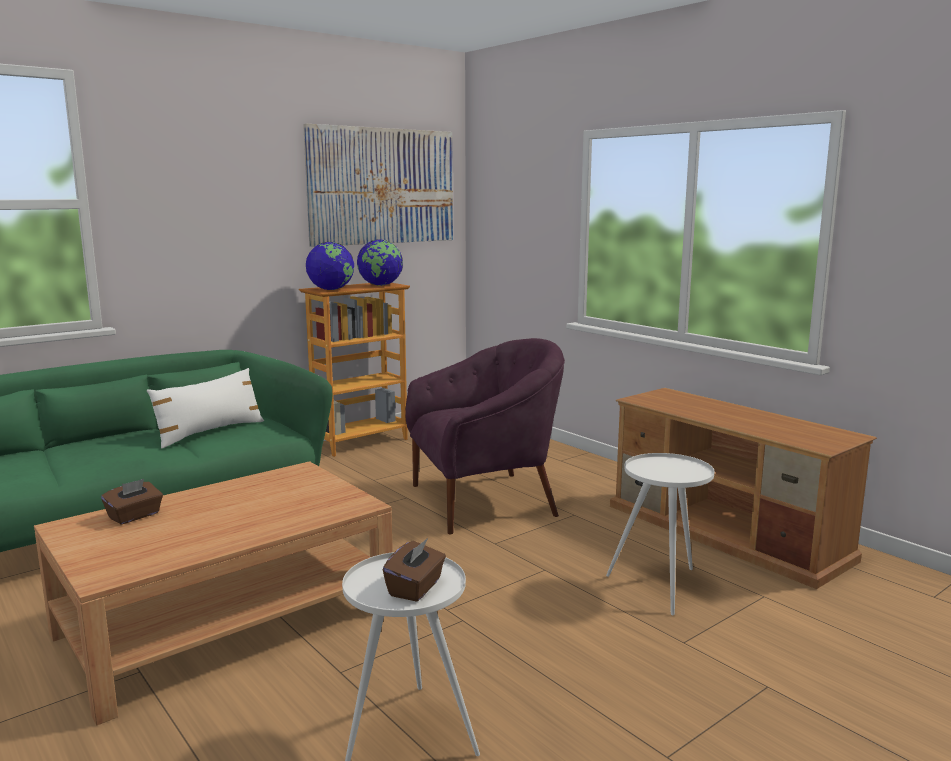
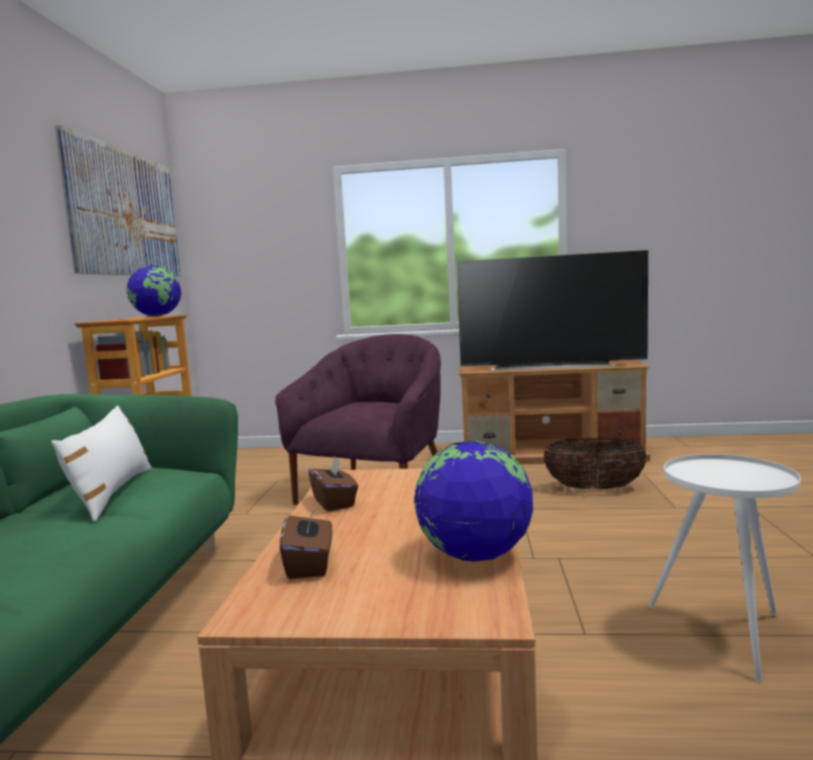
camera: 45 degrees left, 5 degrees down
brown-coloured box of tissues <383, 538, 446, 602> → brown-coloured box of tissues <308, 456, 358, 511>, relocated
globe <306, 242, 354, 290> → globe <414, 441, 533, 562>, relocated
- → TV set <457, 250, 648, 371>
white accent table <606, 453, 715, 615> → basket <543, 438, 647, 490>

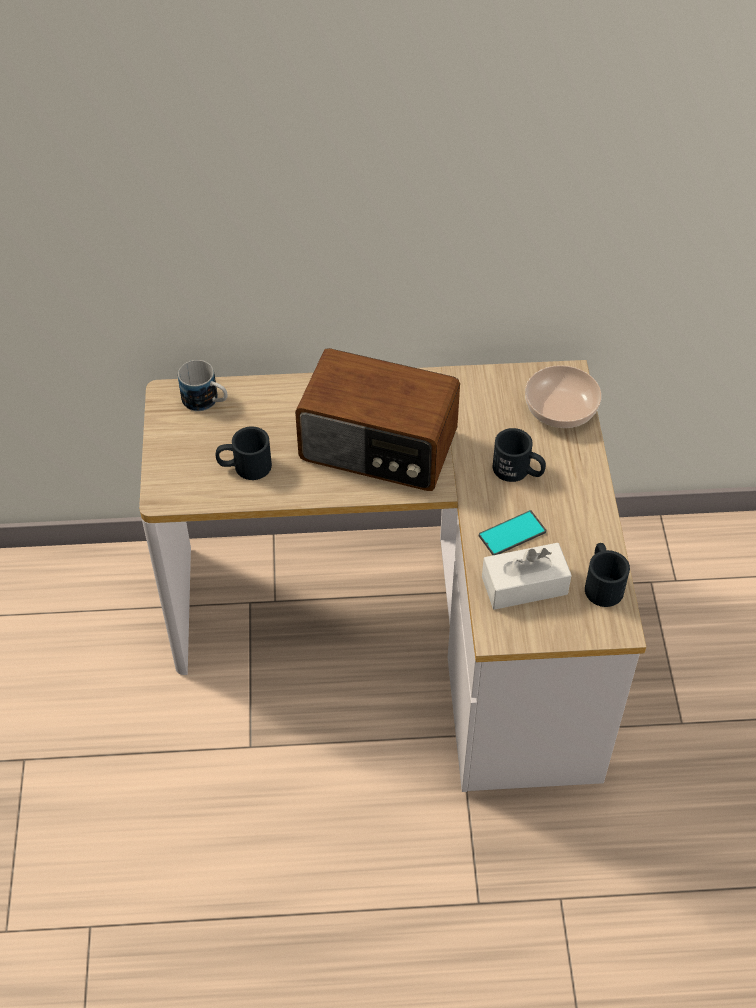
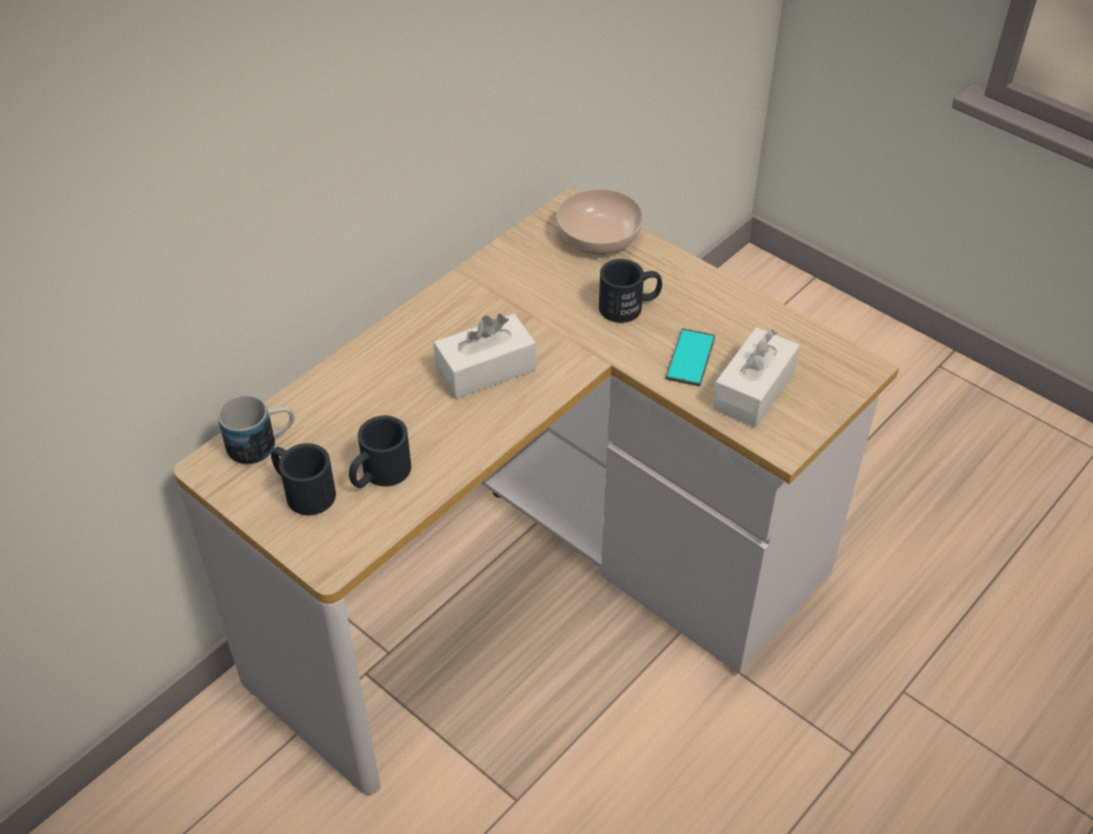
camera: 45 degrees left, 5 degrees down
black-coloured mug <585, 543, 630, 607> → black-coloured mug <271, 443, 336, 515>, relocated
radio receiver <295, 348, 460, 491> → white box of tissues <434, 314, 536, 399>

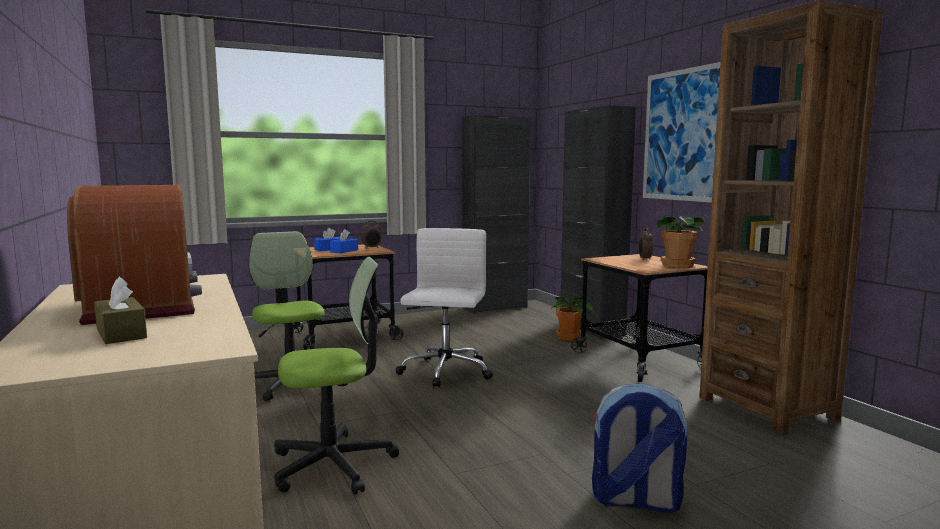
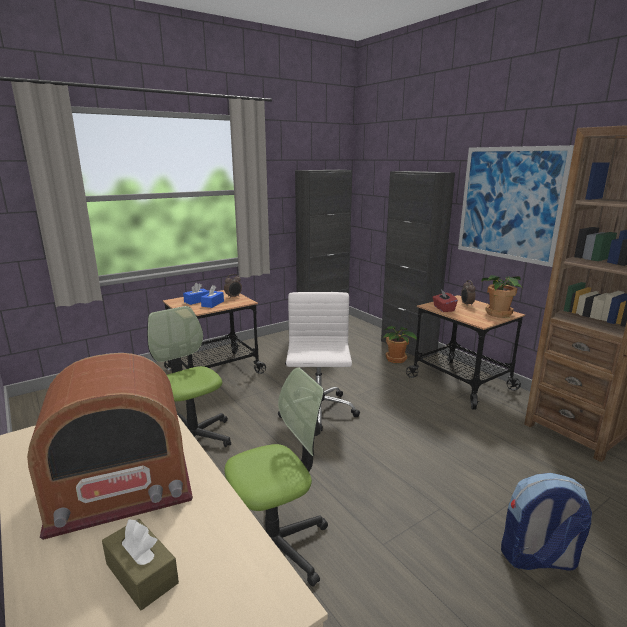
camera: 10 degrees left, 10 degrees up
radio receiver <67, 185, 202, 325> → radio receiver <27, 353, 193, 540>, 105 degrees clockwise
- → reddish box of tissues <432, 290, 458, 312>

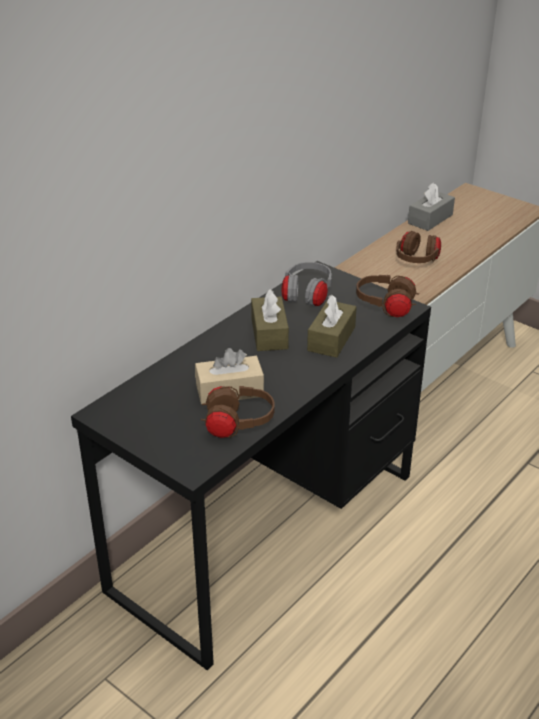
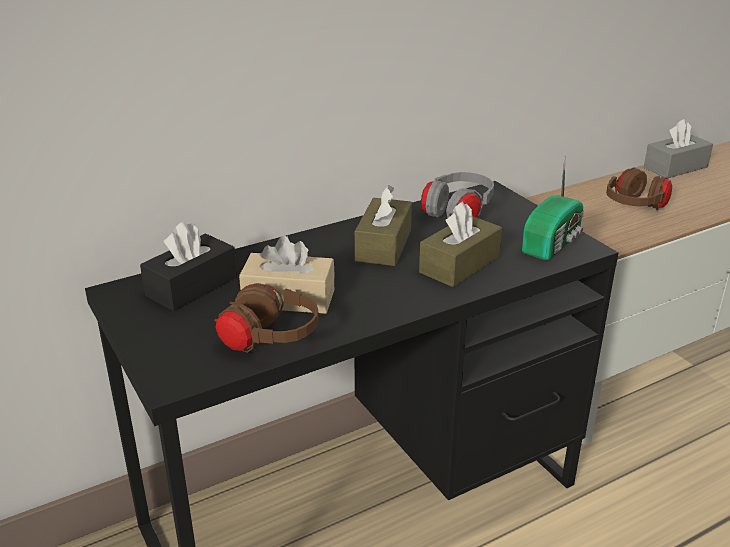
camera: 20 degrees right, 5 degrees down
- → black-coloured box of tissues <140, 221, 237, 311>
brown-coloured headphones <356, 275, 419, 317> → radio receiver <522, 157, 584, 260>

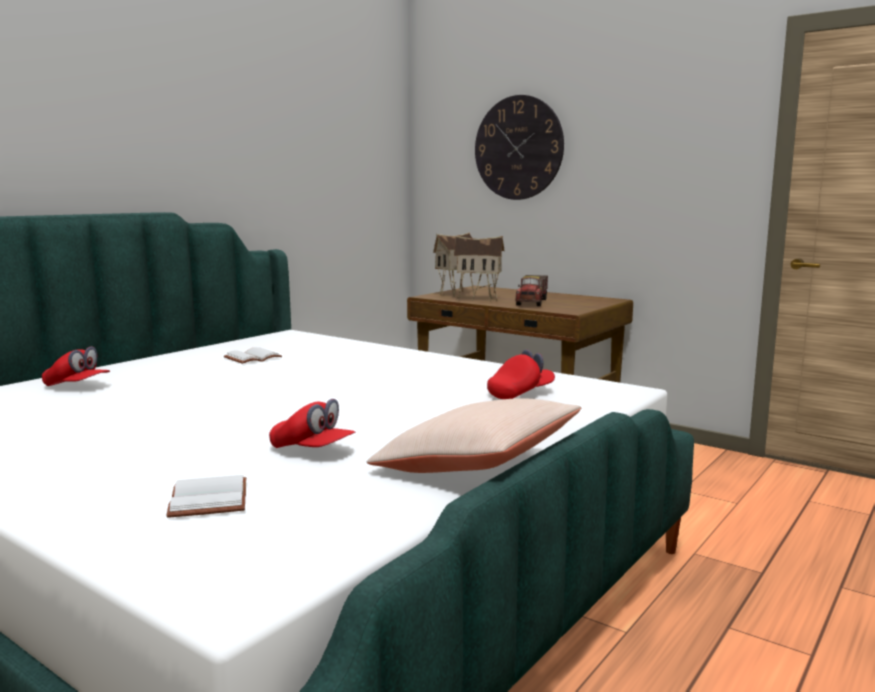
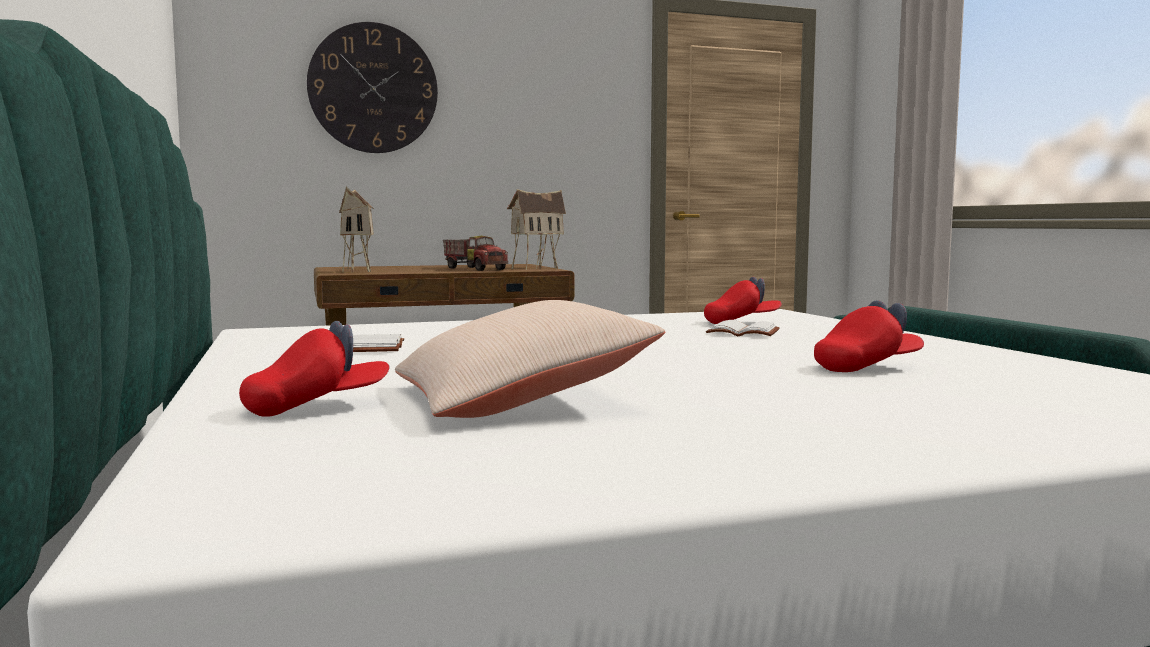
camera: 55 degrees left, 5 degrees down
beige-coloured throw pillow <367, 398, 581, 473> → beige-coloured throw pillow <395, 300, 665, 418>, relocated
toy house <454, 236, 505, 302> → toy house <507, 189, 566, 270>, relocated
reddish cap <487, 350, 555, 399> → reddish cap <704, 277, 782, 324>, 75 degrees clockwise
white book <166, 475, 246, 518> → white book <706, 320, 780, 336>, relocated

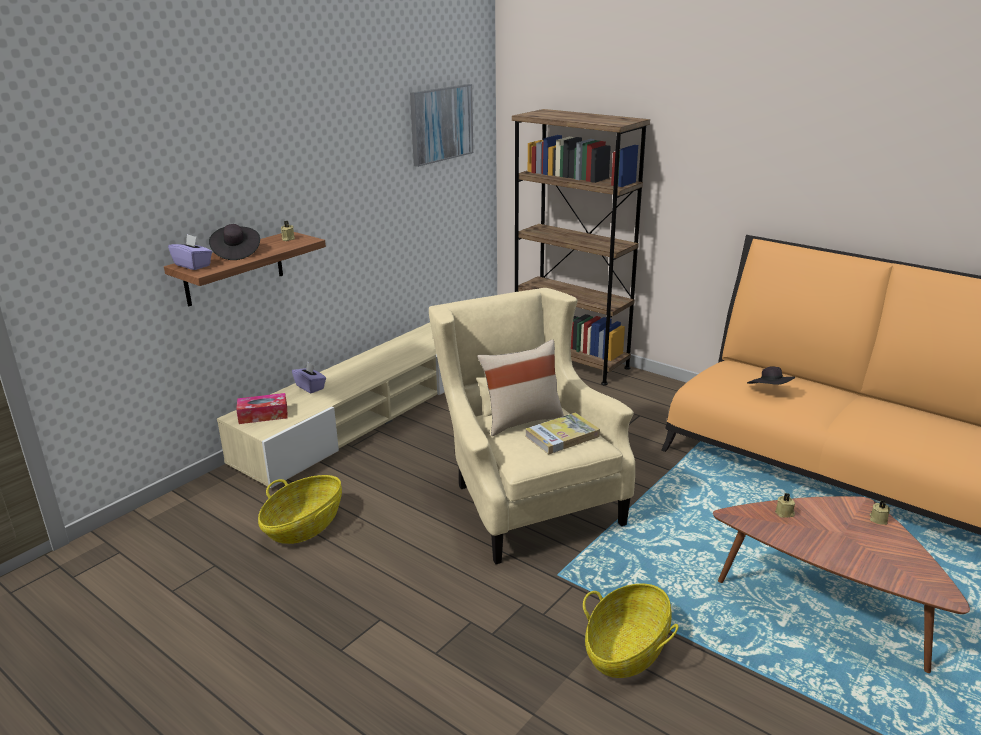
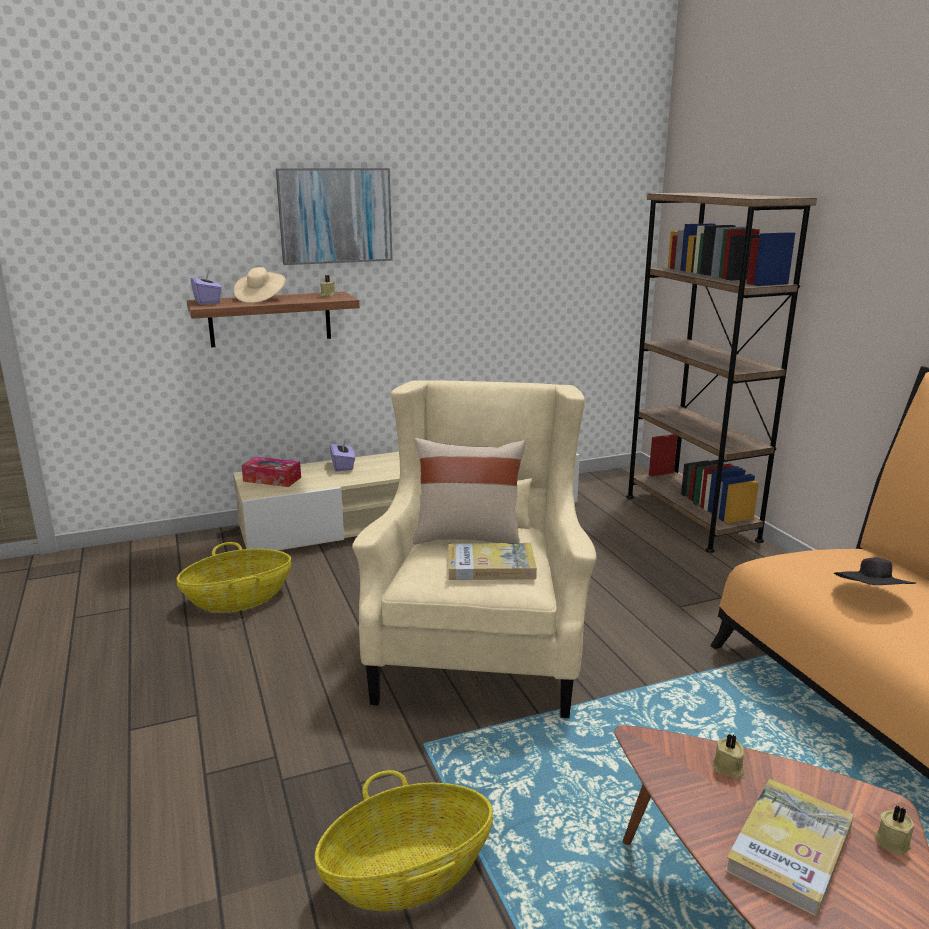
camera: 30 degrees right, 5 degrees down
black-coloured wearable hat <209, 224, 260, 260> → beige-coloured wearable hat <234, 267, 286, 303>
wall picture <410, 84, 473, 167> → wall picture <276, 168, 393, 265>, relocated
- → book <725, 779, 854, 917>

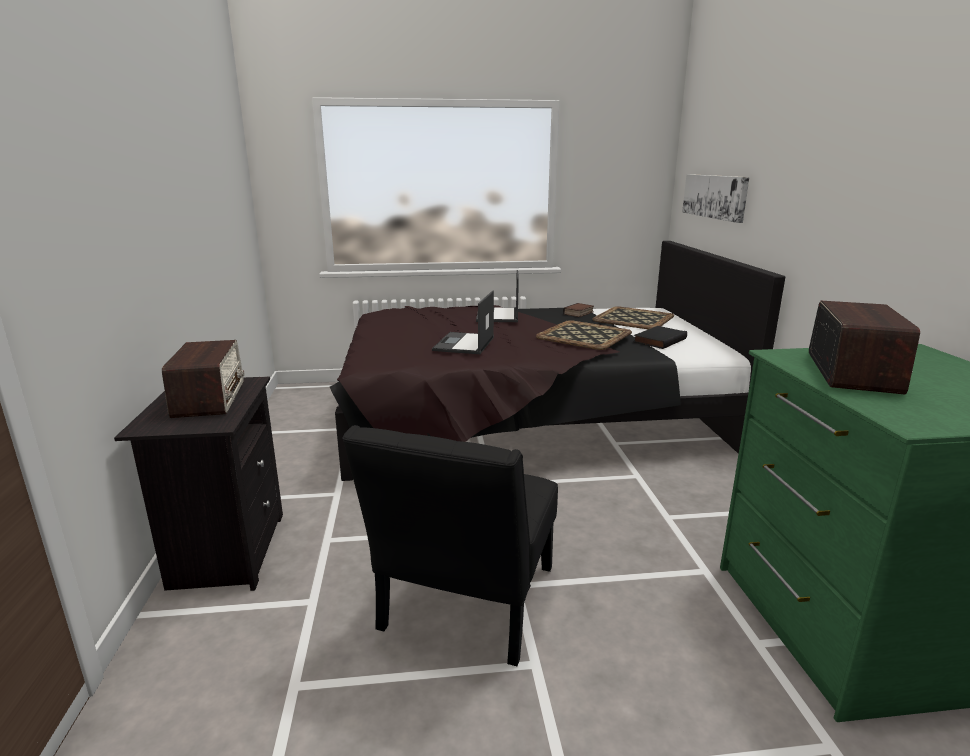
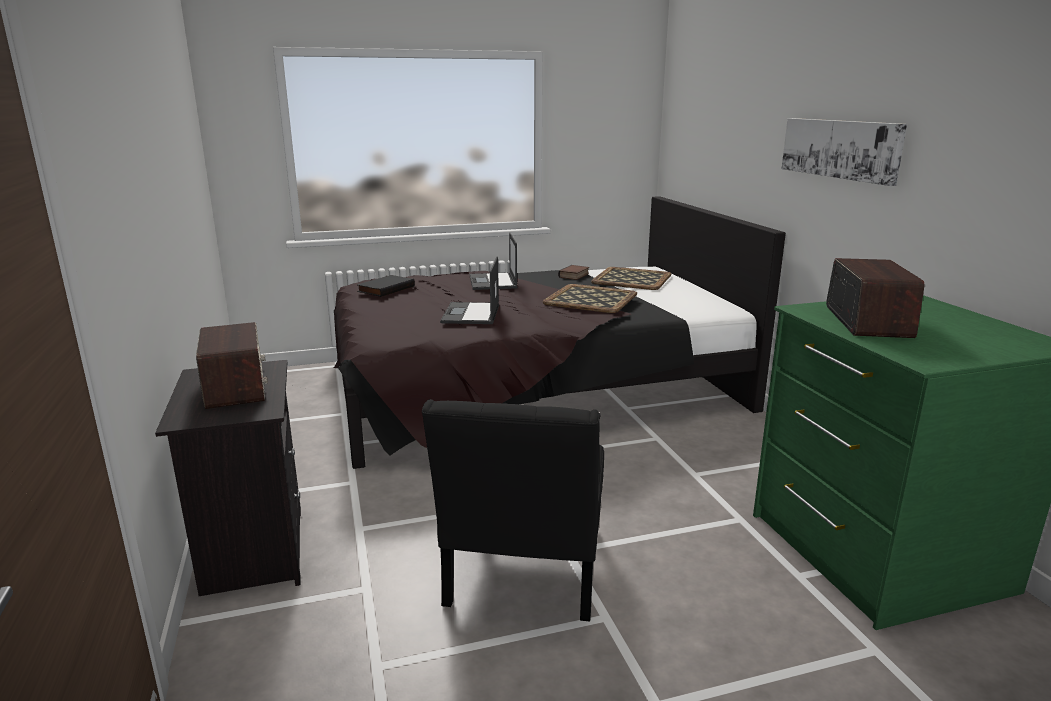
camera: 10 degrees left, 0 degrees up
black-coloured book <633, 326, 687, 349> → black-coloured book <357, 275, 415, 297>, relocated
wall picture <682, 174, 749, 223> → wall picture <782, 118, 907, 186>, relocated

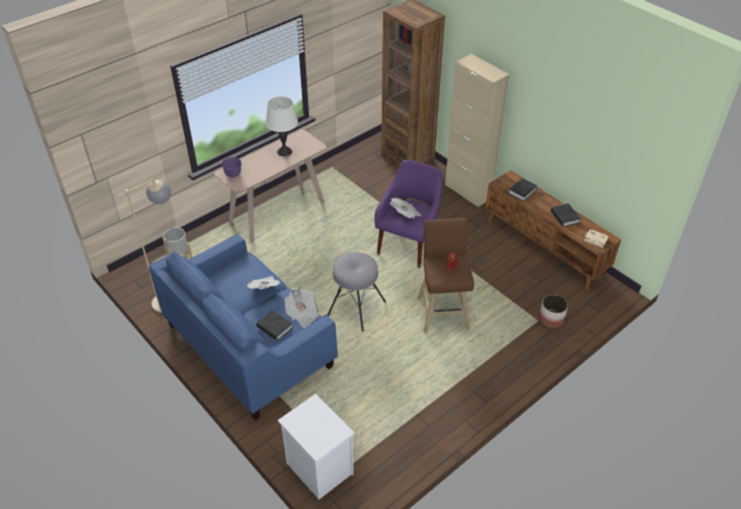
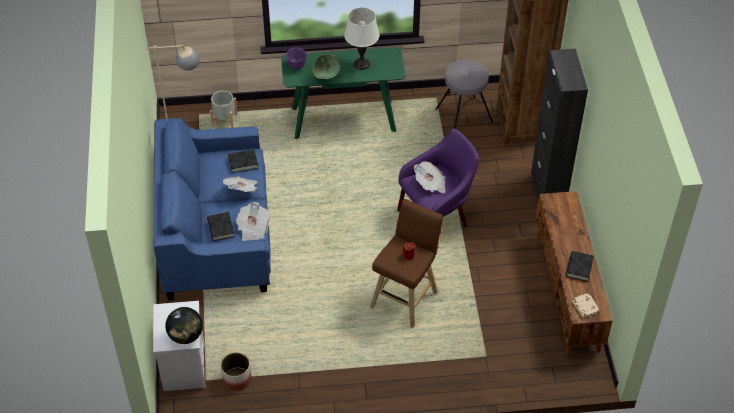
camera: 35 degrees right, 5 degrees up
- → globe <165, 307, 203, 344>
planter <539, 294, 568, 328> → planter <221, 353, 252, 390>, relocated
black-coloured book <508, 178, 538, 201> → black-coloured book <228, 150, 258, 173>, relocated
beige-coloured narrow table <214, 130, 326, 242> → green narrow table <281, 47, 406, 139>
- → green serving bowl <313, 54, 340, 79>
greyish stool <327, 252, 386, 332> → greyish stool <436, 60, 493, 129>, relocated
beige-coloured storage cabinet <445, 54, 510, 207> → black-coloured storage cabinet <531, 49, 588, 200>

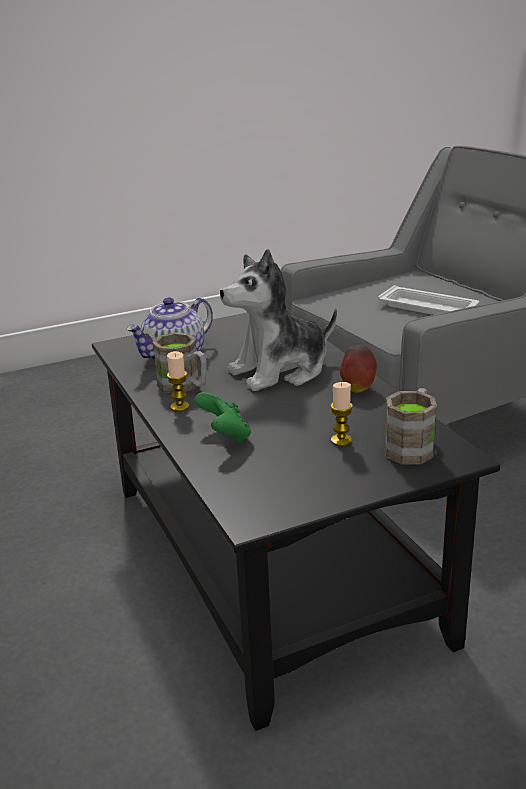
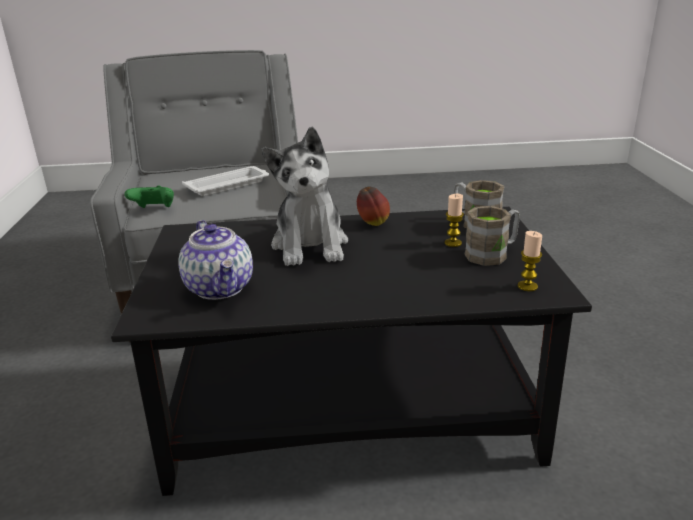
camera: 70 degrees left, 0 degrees up
green gamepad <194, 392, 251, 444> → green gamepad <125, 185, 174, 208>, relocated
brown-coloured mug <152, 332, 207, 393> → brown-coloured mug <464, 206, 520, 266>, relocated
candle <167, 351, 190, 412> → candle <518, 231, 542, 291>, relocated

